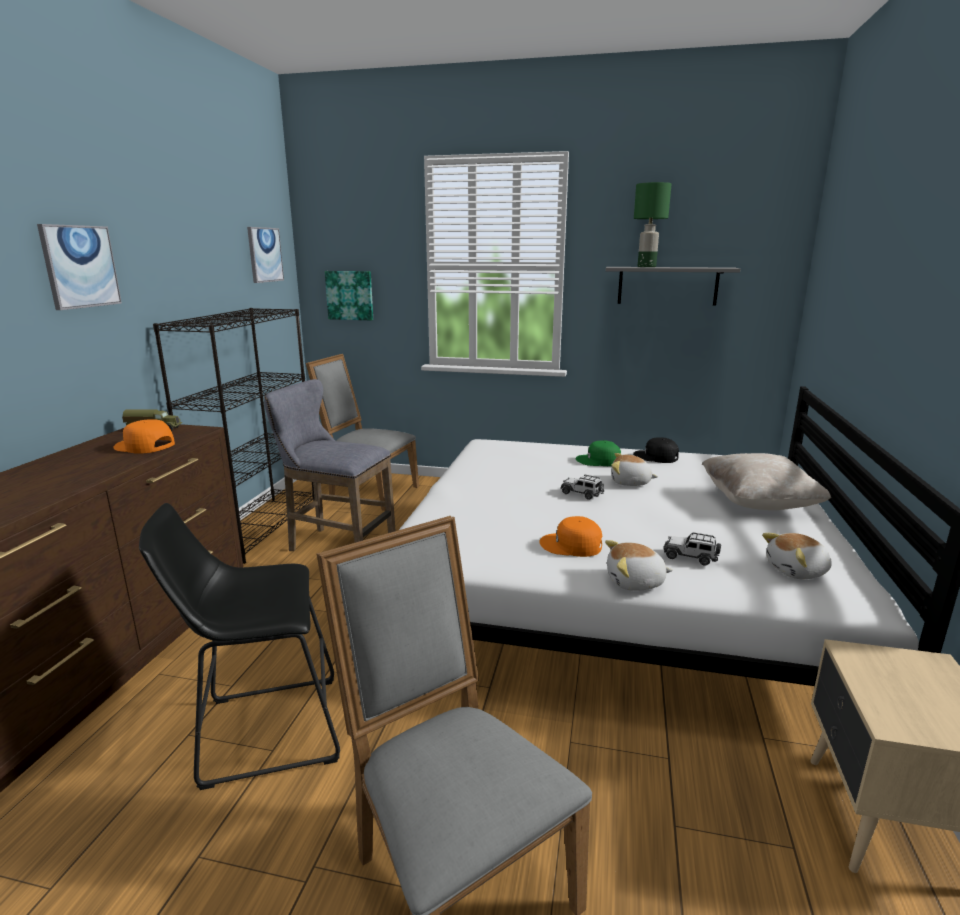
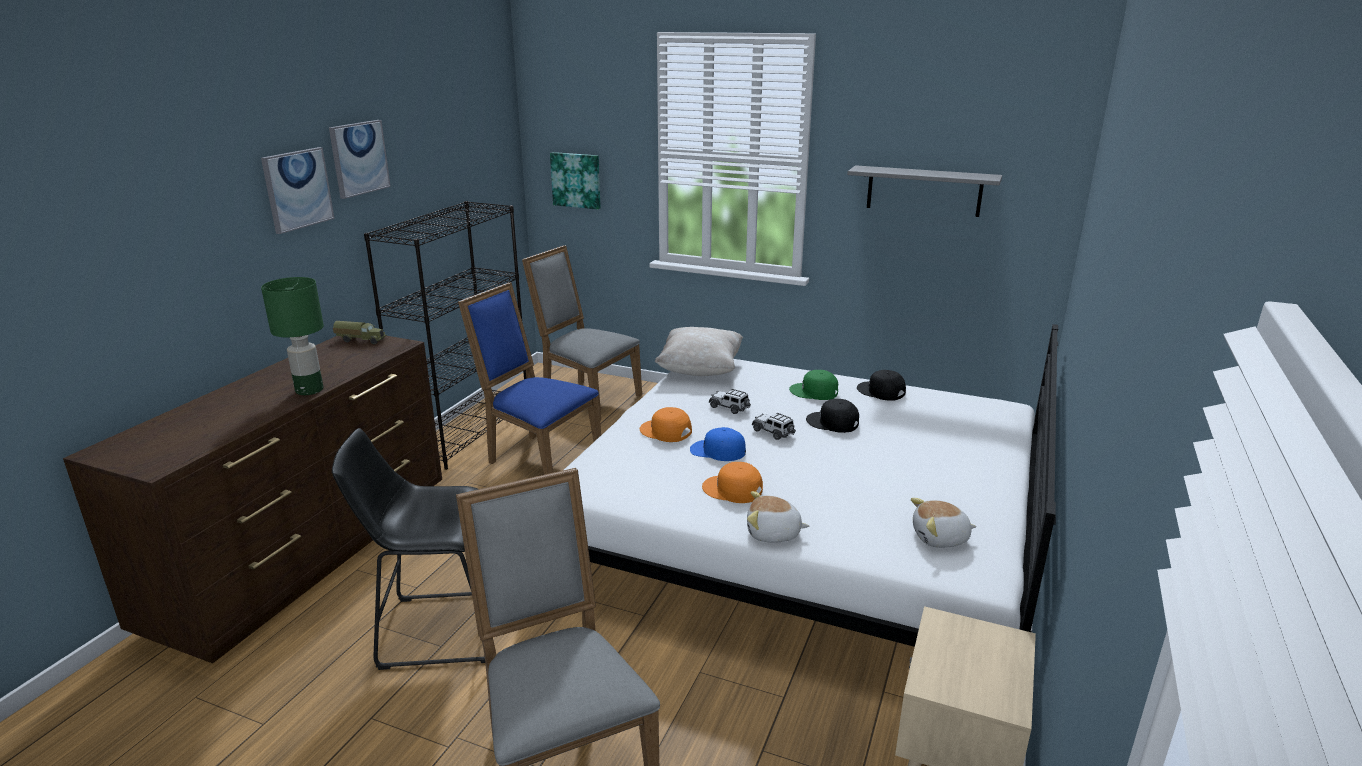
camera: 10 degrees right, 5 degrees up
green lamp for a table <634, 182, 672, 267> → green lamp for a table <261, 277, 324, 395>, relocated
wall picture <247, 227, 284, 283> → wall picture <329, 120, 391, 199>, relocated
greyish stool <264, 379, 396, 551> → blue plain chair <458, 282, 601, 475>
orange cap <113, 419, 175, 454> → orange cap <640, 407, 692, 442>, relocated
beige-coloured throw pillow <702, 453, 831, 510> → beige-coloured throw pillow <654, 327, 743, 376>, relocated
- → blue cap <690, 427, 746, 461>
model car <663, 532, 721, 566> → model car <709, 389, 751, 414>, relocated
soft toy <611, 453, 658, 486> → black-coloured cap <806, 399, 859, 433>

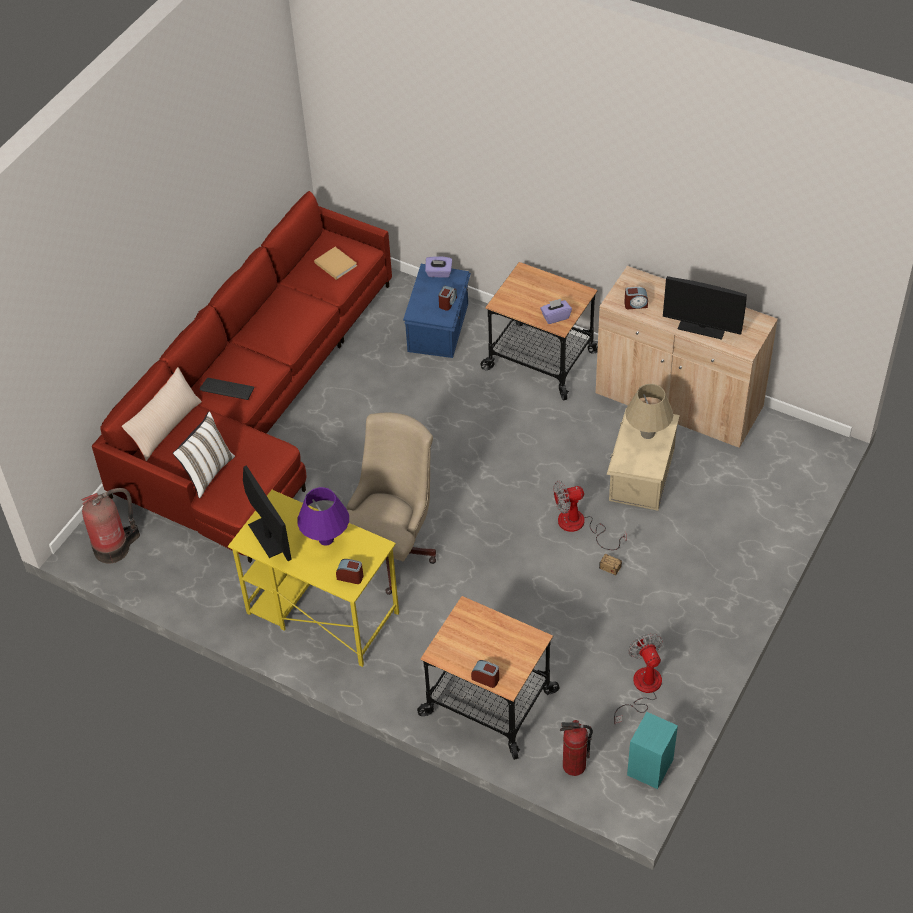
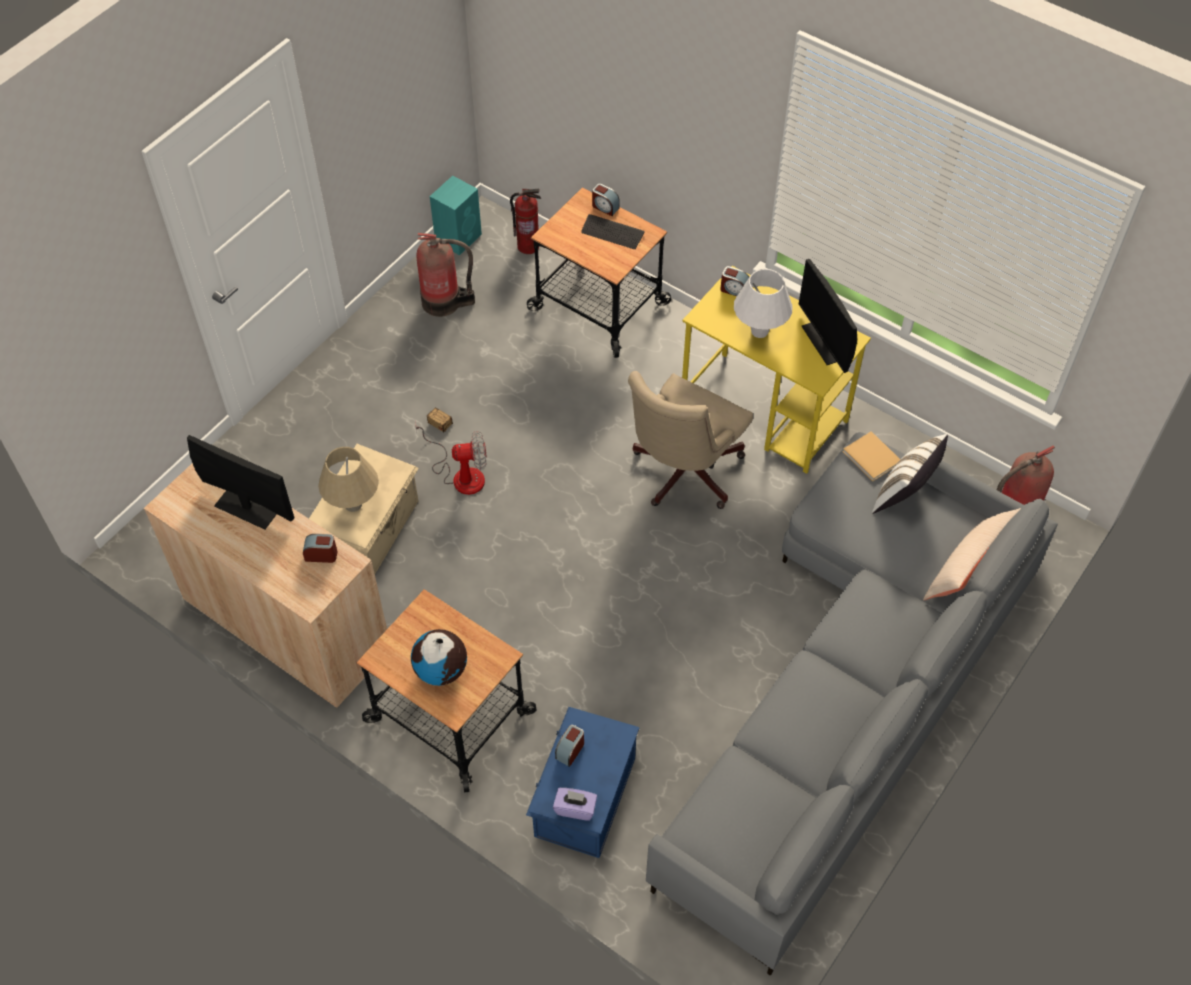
camera: 175 degrees left, 5 degrees up
- → globe <411, 629, 467, 686>
fan <614, 633, 662, 724> → fire extinguisher <416, 233, 475, 317>
computer keyboard <200, 378, 254, 400> → computer keyboard <581, 214, 645, 249>, relocated
reddish settee <92, 191, 392, 563> → greyish settee <646, 432, 1058, 976>
purple lamp for a table <297, 487, 349, 546> → white lamp for a table <734, 269, 792, 338>
beige-coloured book <314, 247, 357, 280> → beige-coloured book <843, 431, 900, 482>, relocated
purple box of tissues <540, 299, 572, 324> → -

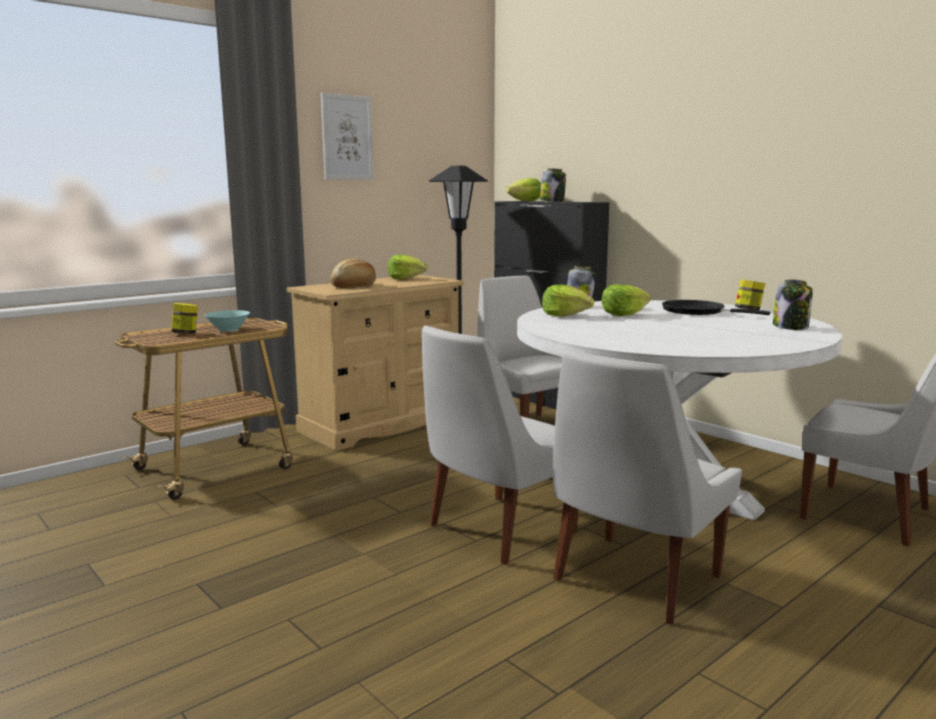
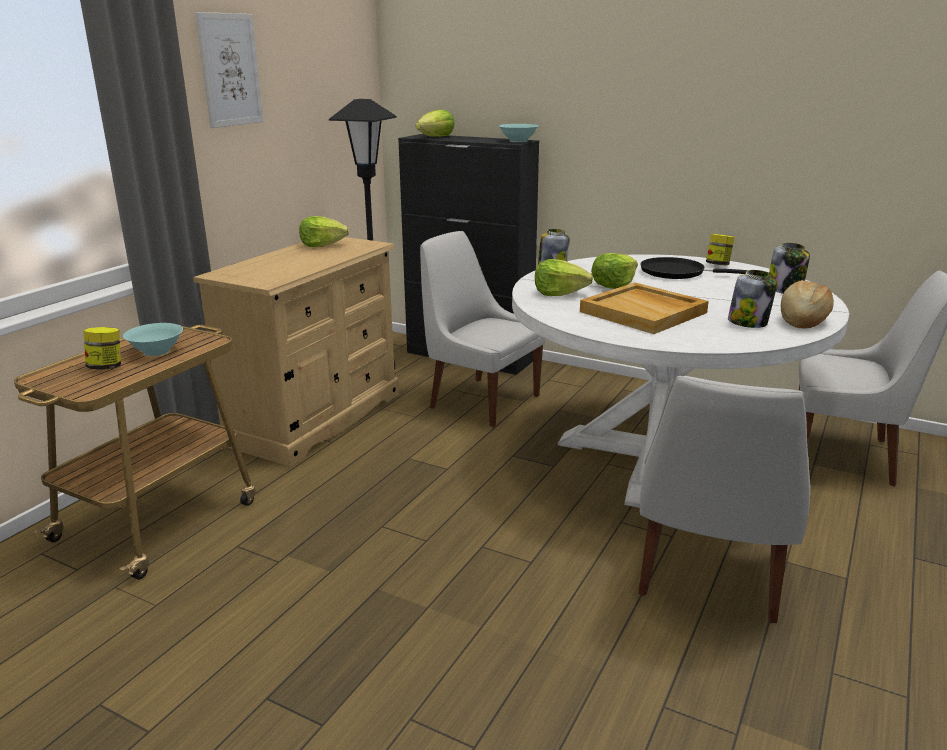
camera: 20 degrees left, 10 degrees up
- → blue-green serving bowl <499, 124, 538, 142>
- → beige-coloured carrying tray <580, 283, 709, 334>
storage jar <540, 168, 566, 202> → storage jar <728, 270, 777, 328>, relocated
bread <330, 259, 376, 288> → bread <781, 280, 834, 328>, relocated
white plain chair <422, 325, 579, 565> → -

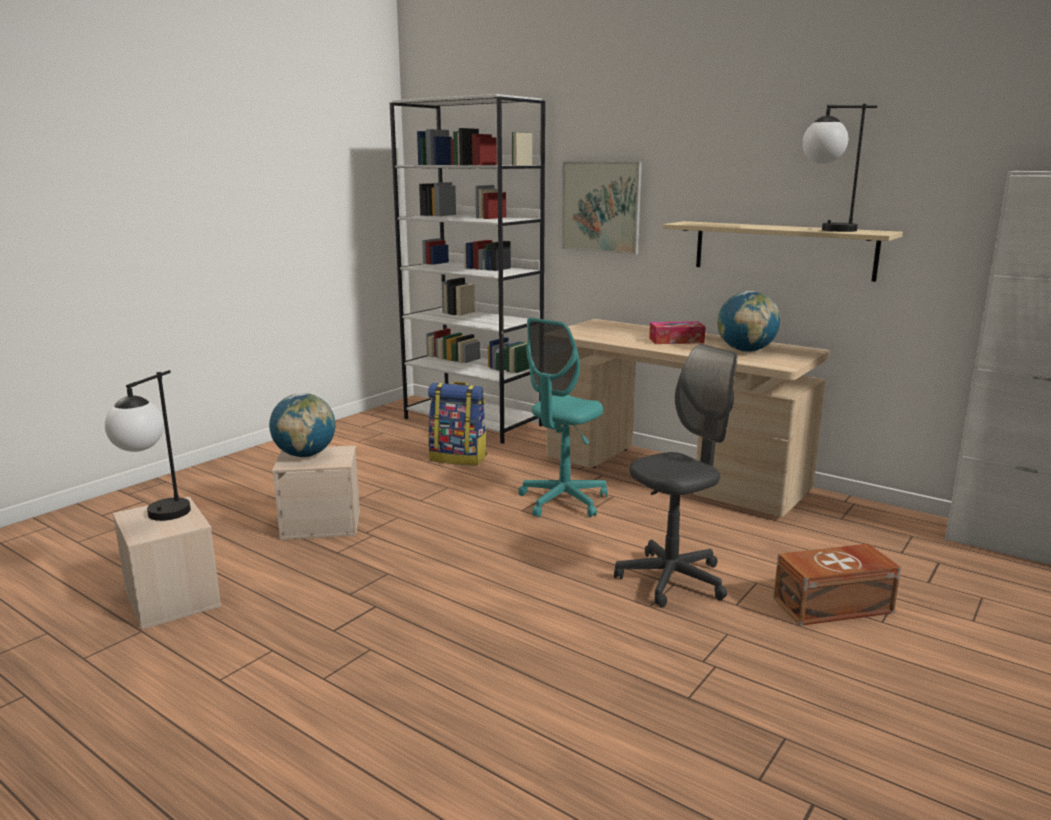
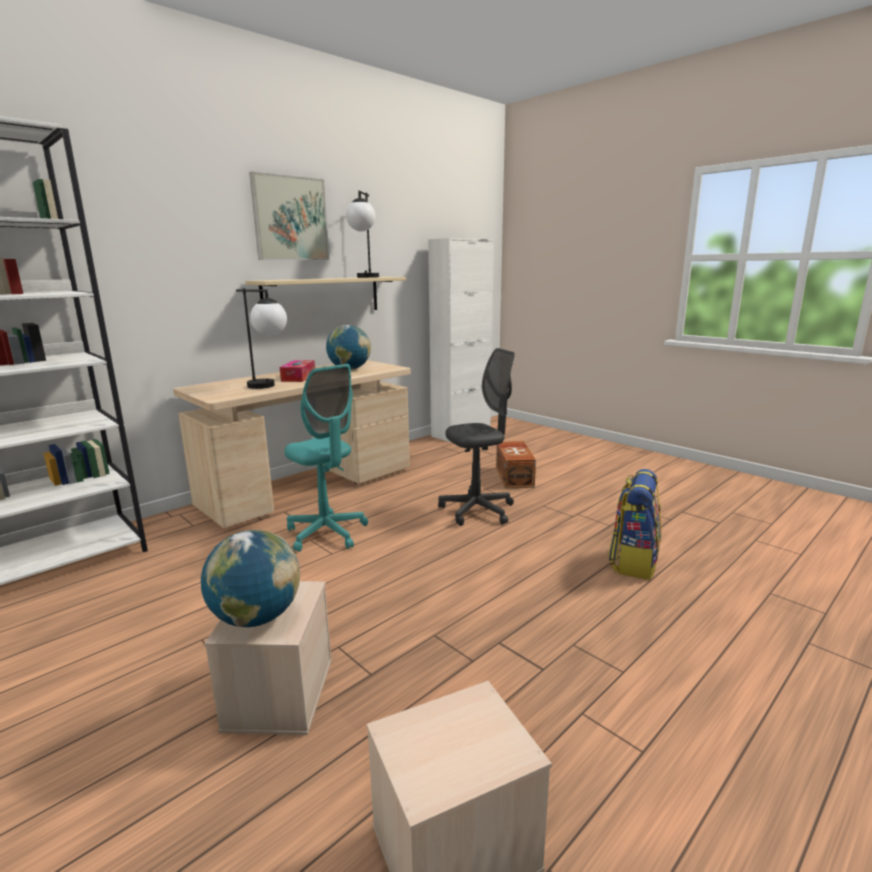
camera: 80 degrees left, 0 degrees up
lamp for a table <105, 370, 191, 521> → lamp for a table <236, 288, 287, 389>, relocated
wall picture <562, 162, 642, 255> → wall picture <249, 171, 329, 260>, relocated
greyish office chair <614, 344, 737, 607> → greyish office chair <438, 348, 515, 526>, 90 degrees clockwise
knapsack <428, 382, 487, 466> → knapsack <608, 469, 662, 580>, relocated

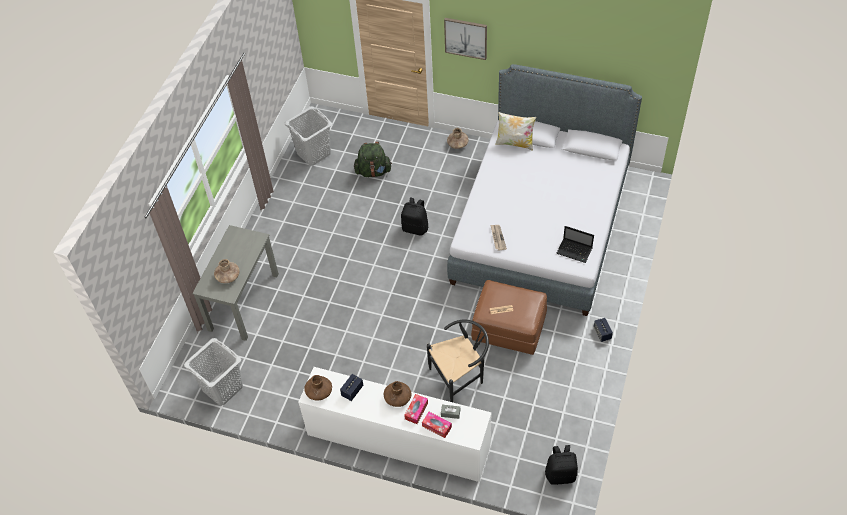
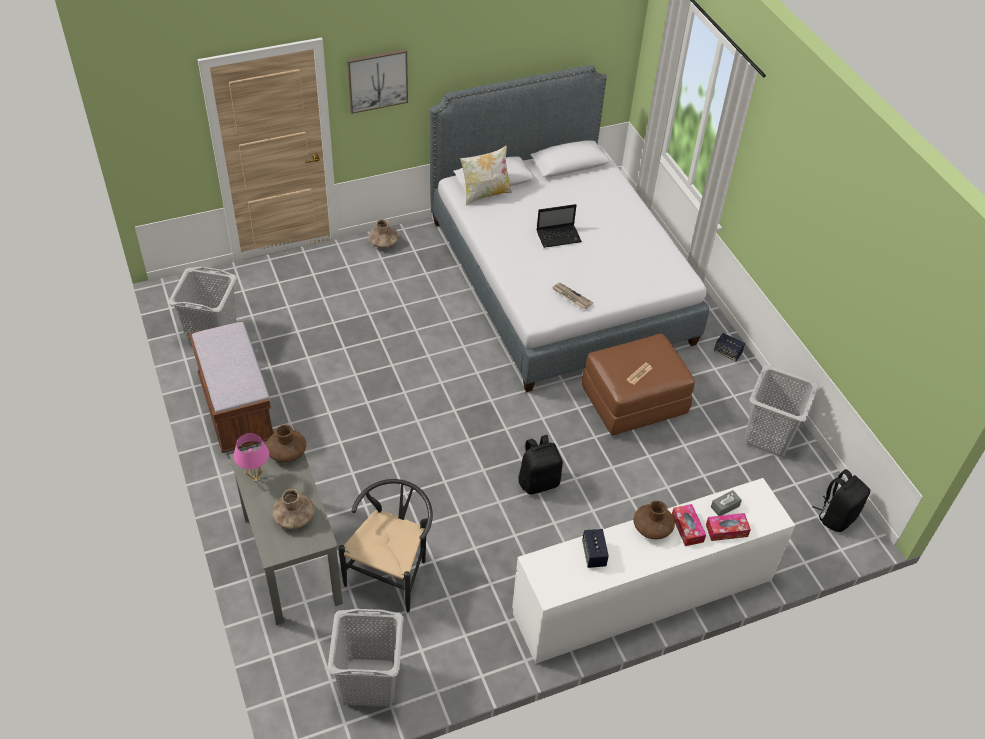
camera: 45 degrees left, 5 degrees down
- → brown-coloured indoor bench <189, 321, 274, 453>
- → pinkish lamp for a table <234, 433, 269, 482>
brown-coloured flower vase <304, 375, 332, 401> → brown-coloured flower vase <266, 425, 306, 462>, relocated
black-coloured plain chair <427, 319, 489, 402> → black-coloured plain chair <338, 479, 433, 612>, relocated
black-coloured knapsack <401, 197, 428, 236> → black-coloured knapsack <518, 435, 563, 495>, relocated
notebook computer <556, 226, 594, 263> → notebook computer <537, 204, 582, 248>, relocated
- → greyish laundry basket <744, 365, 819, 457>
green knapsack <354, 142, 392, 177> → -

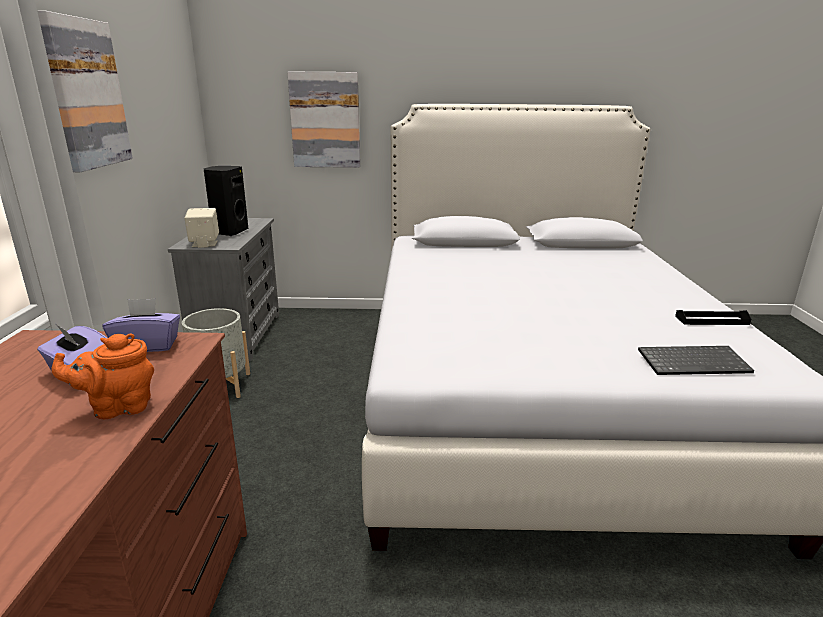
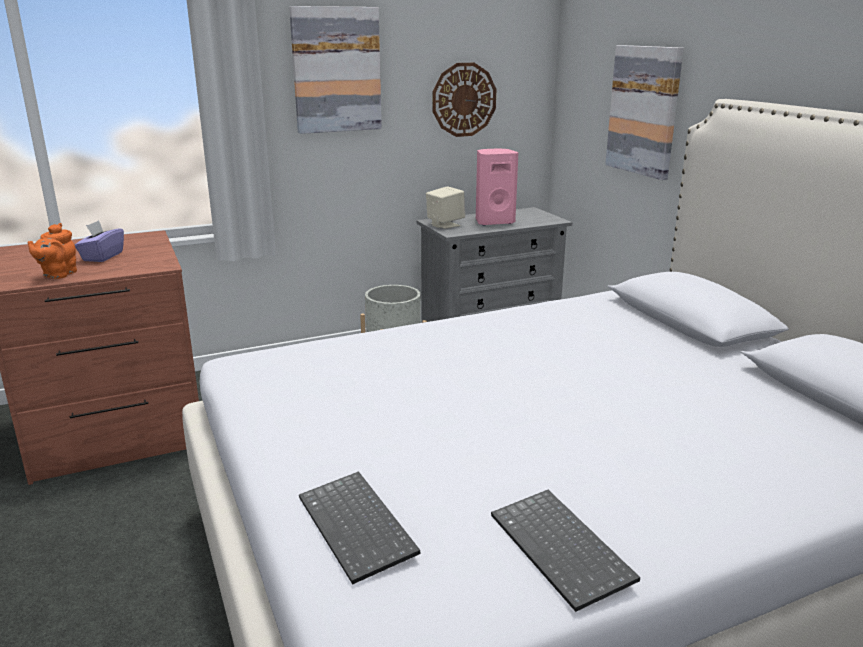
camera: 65 degrees right, 0 degrees up
orange tea pot <52, 333, 154, 419> → orange tea pot <27, 223, 77, 279>, 120 degrees counterclockwise
- → clock on the wall <432, 63, 496, 137>
black-coloured audio speaker <204, 166, 248, 236> → pinkish audio speaker <476, 148, 518, 226>
black-coloured carrying tray <675, 310, 751, 325> → computer keyboard <491, 490, 640, 612>
purple box of tissues <102, 298, 180, 352> → -

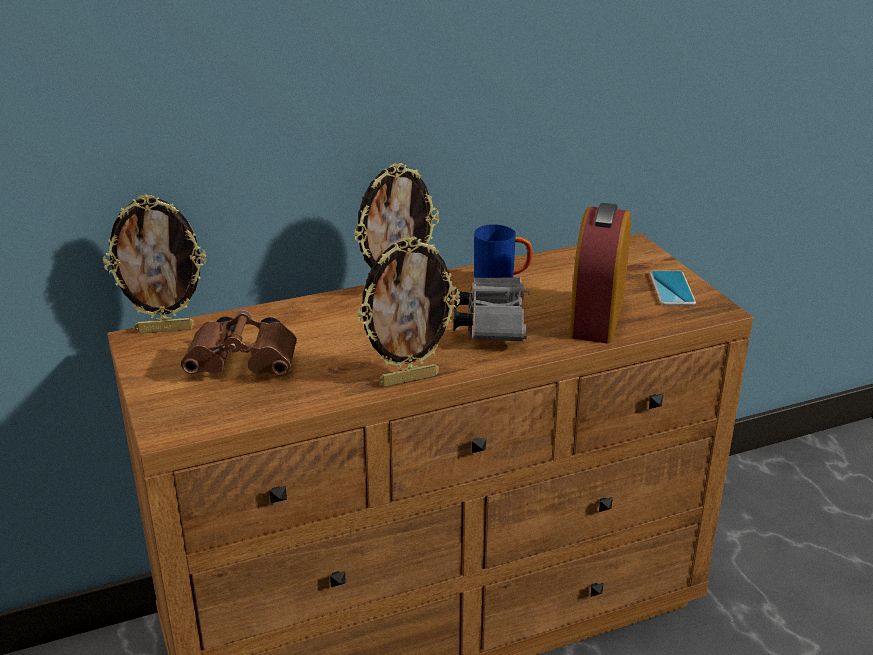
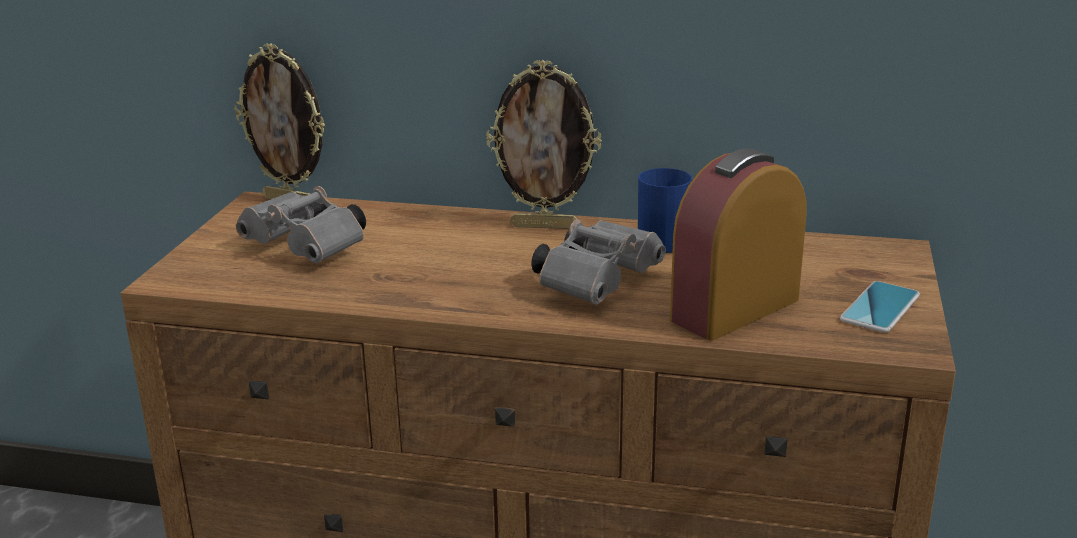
camera: 35 degrees right, 5 degrees down
brown-coloured field glasses <181, 310, 297, 376> → greyish field glasses <236, 186, 366, 263>
picture frame <357, 236, 460, 387> → -

